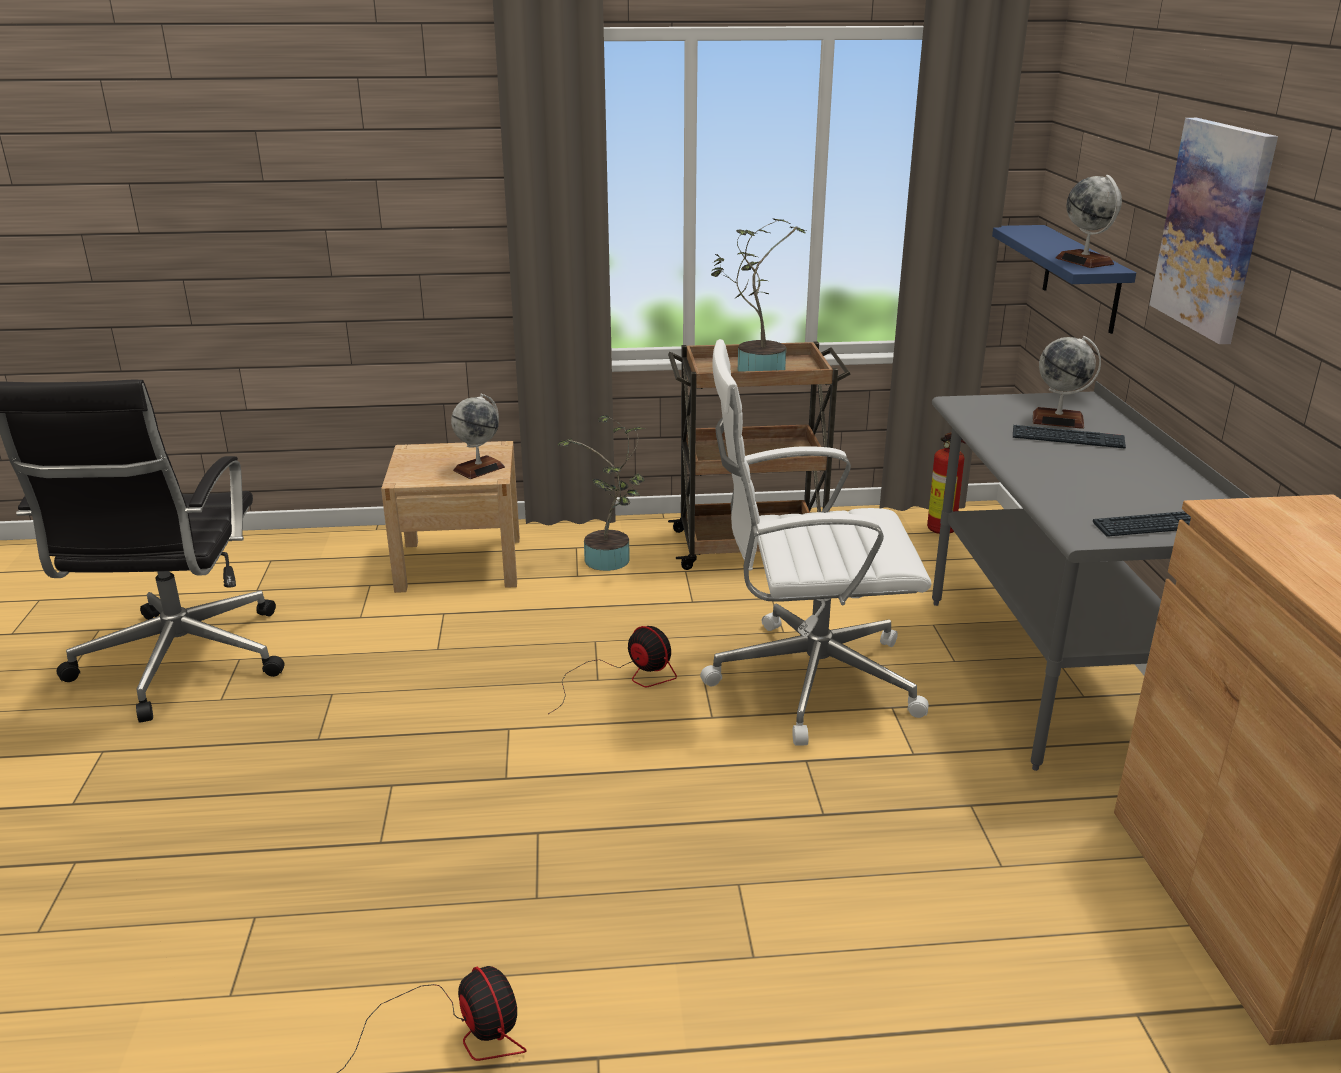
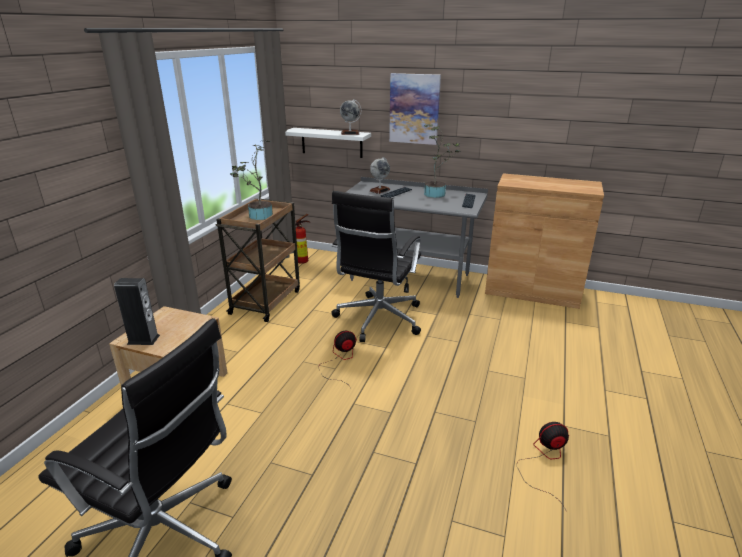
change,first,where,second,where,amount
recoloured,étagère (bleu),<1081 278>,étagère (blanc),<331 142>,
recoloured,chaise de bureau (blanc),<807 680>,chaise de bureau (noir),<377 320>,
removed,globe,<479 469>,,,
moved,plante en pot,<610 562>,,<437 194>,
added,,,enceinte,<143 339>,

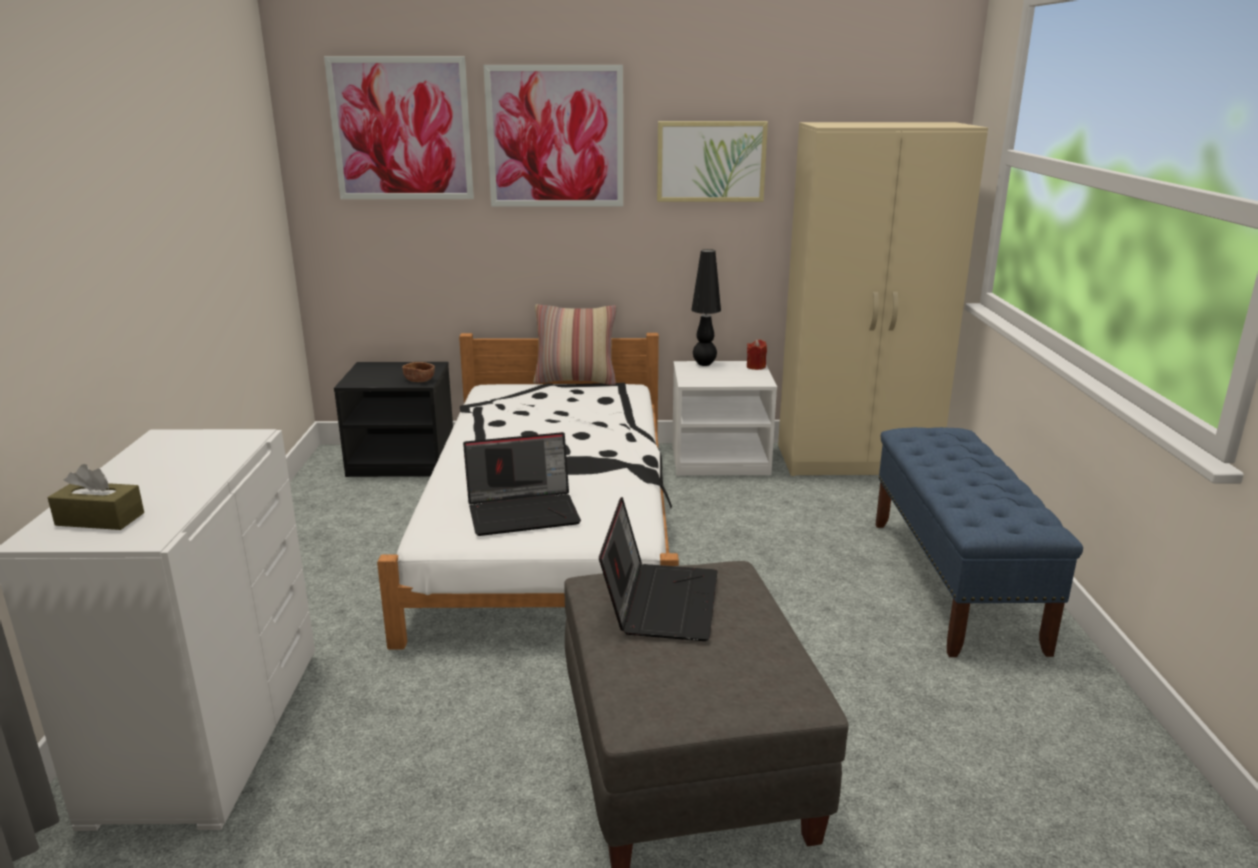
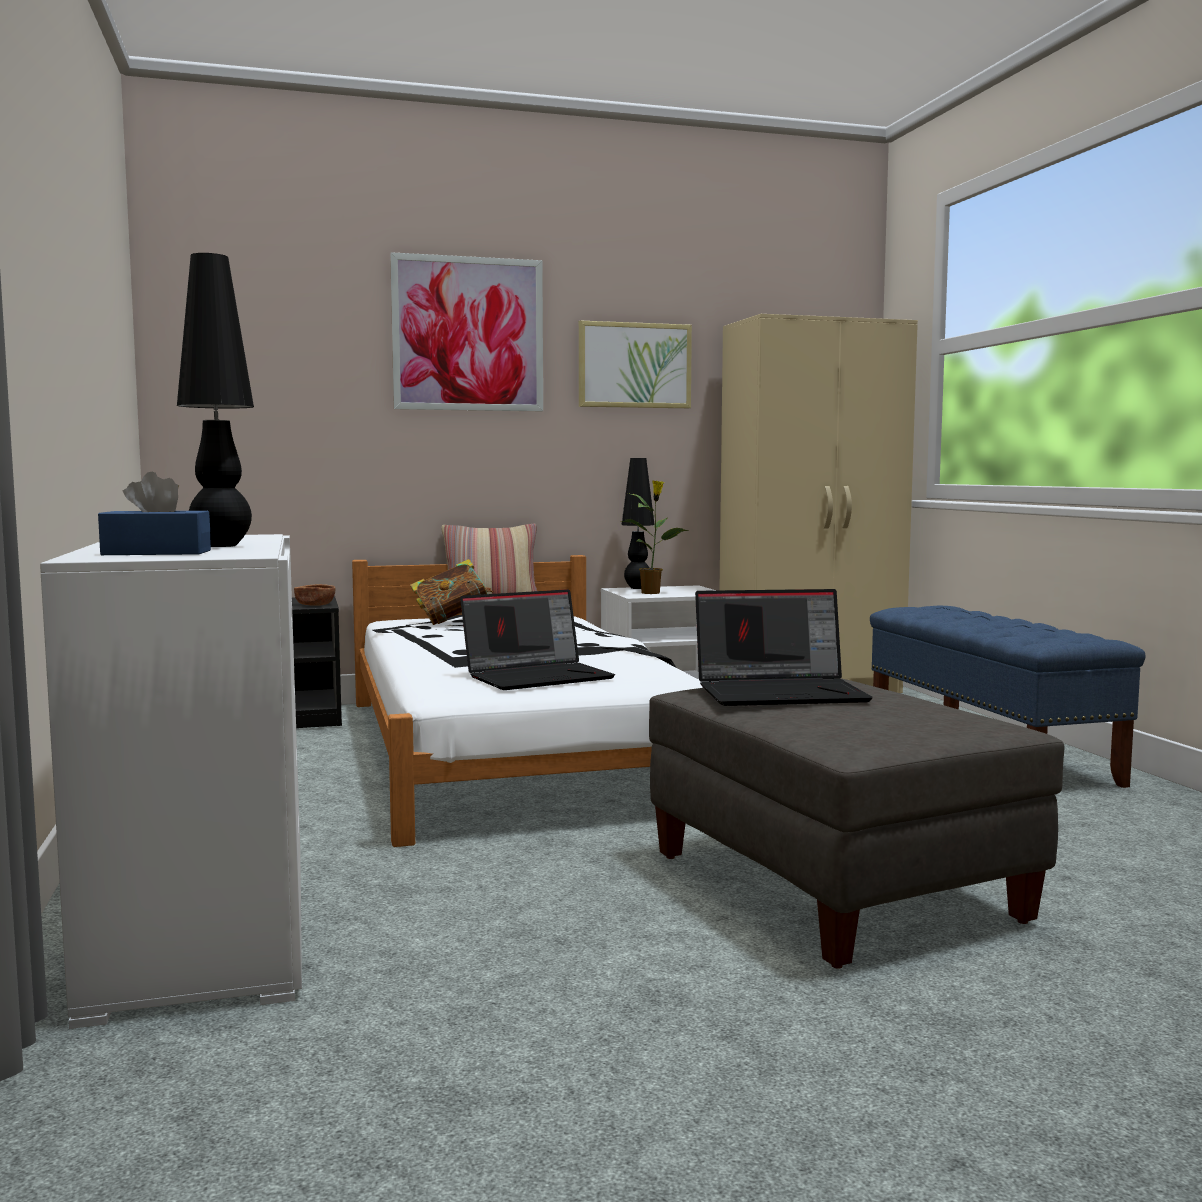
change,first,where,second,where,amount
removed,tableau,<401 129>,,,
removed,bougie (rouge),<756 367>,,,
recoloured,boîte à mouchoirs (marron),<100 519>,boîte à mouchoirs (bleu),<157 553>,
turned,ordinateur portable,<660 601>,,<781 692>,90 degrees clockwise
added,,,lampe de table (noir),<222 546>,
added,,,plante en pot,<652 593>,
added,,,livre,<452 621>,

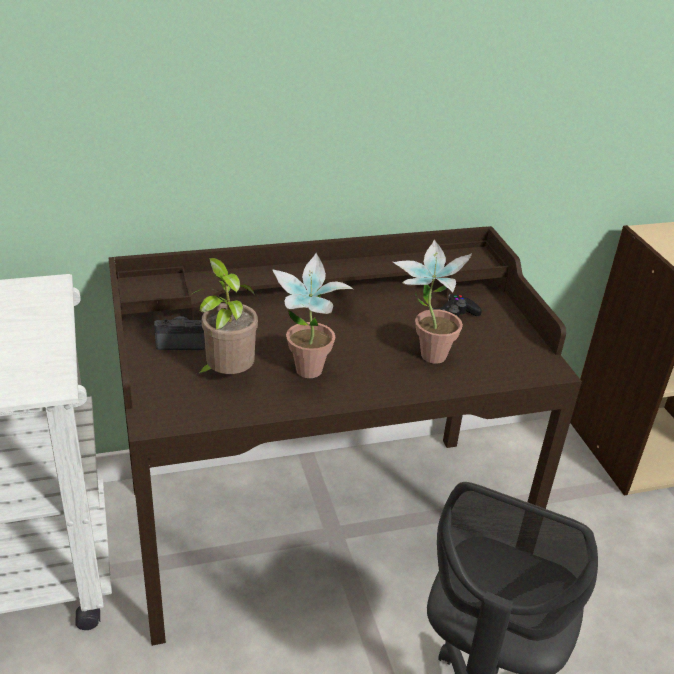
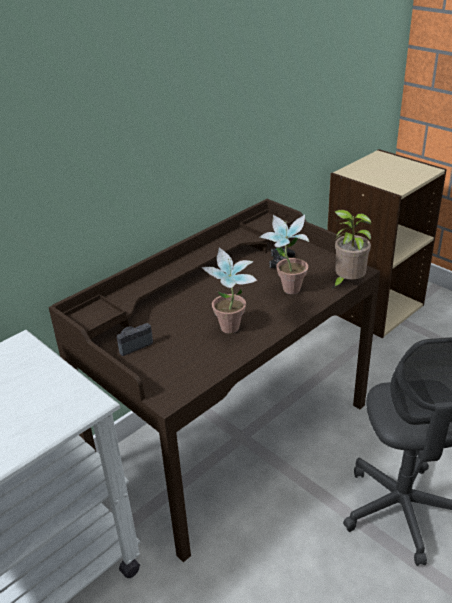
change,first,where,second,where,amount
moved,plante en pot,<226 376>,,<347 283>,

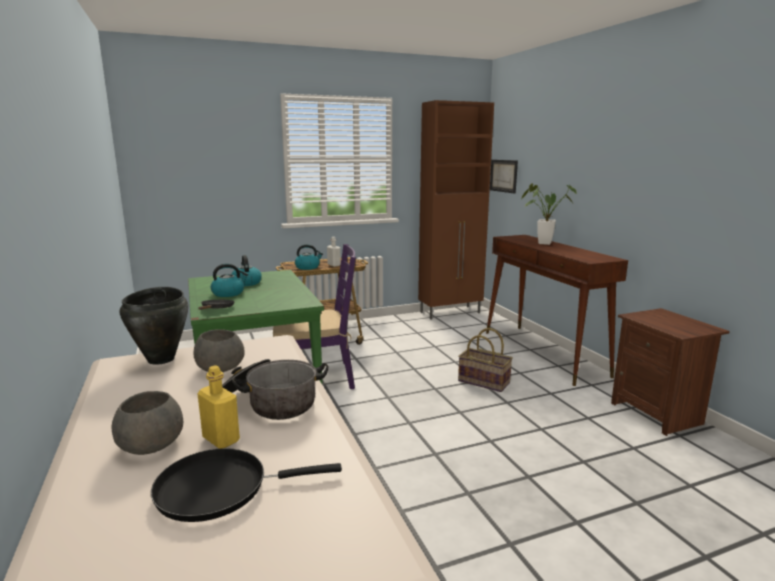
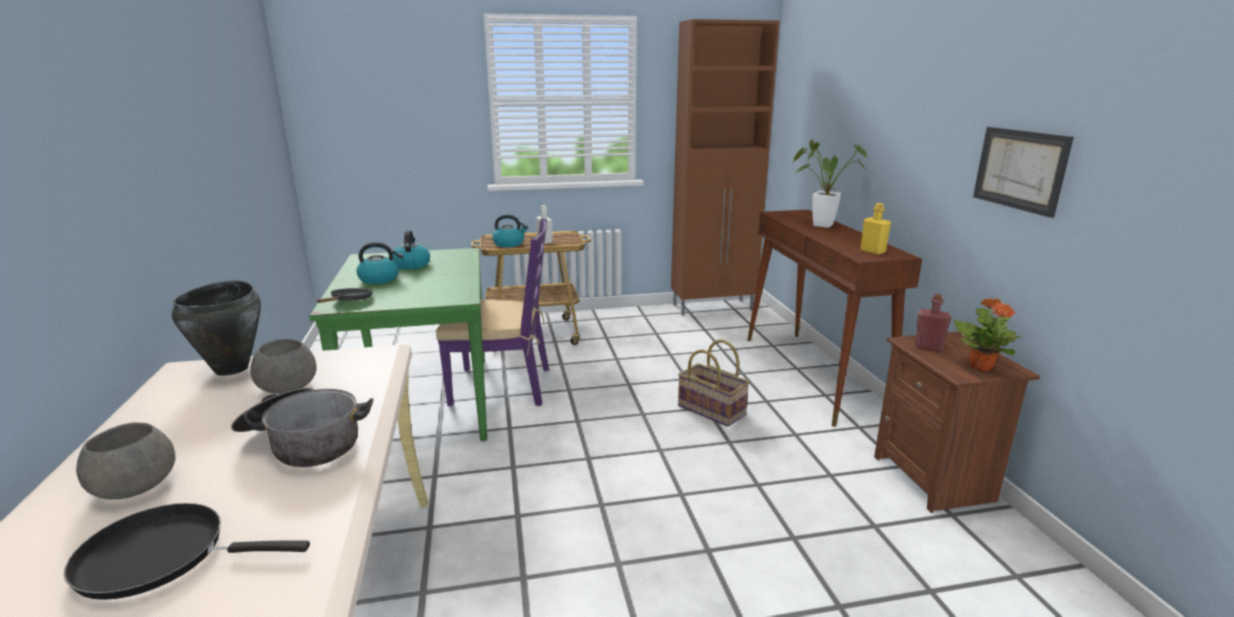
change,first,where,second,where,amount
moved,tableau,<503 176>,,<1020 169>,
moved,bouteille (jaune),<221 439>,,<872 251>,
added,,,bouteille (rouge),<928 347>,
added,,,plante en pot,<981 366>,

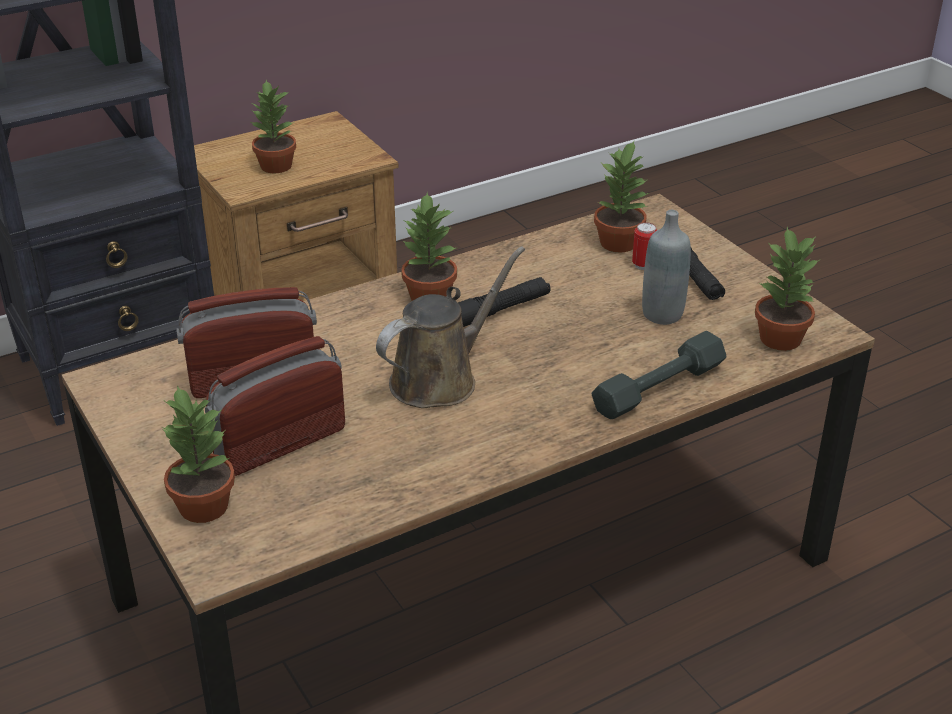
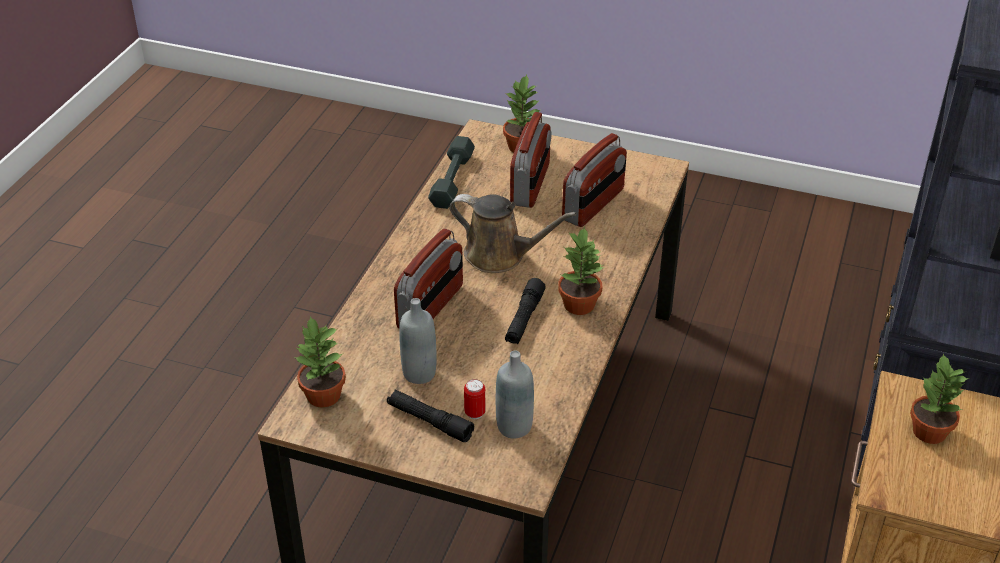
change,first,where,second,where,amount
replaced,plante en pot,<619 243>,bouteille (gris),<514 427>,
turned,arrosoir (marron),<440 379>,,<500 256>,75 degrees counterclockwise
moved,haltère (gris),<659 388>,,<452 180>,
added,,,radio,<431 307>,

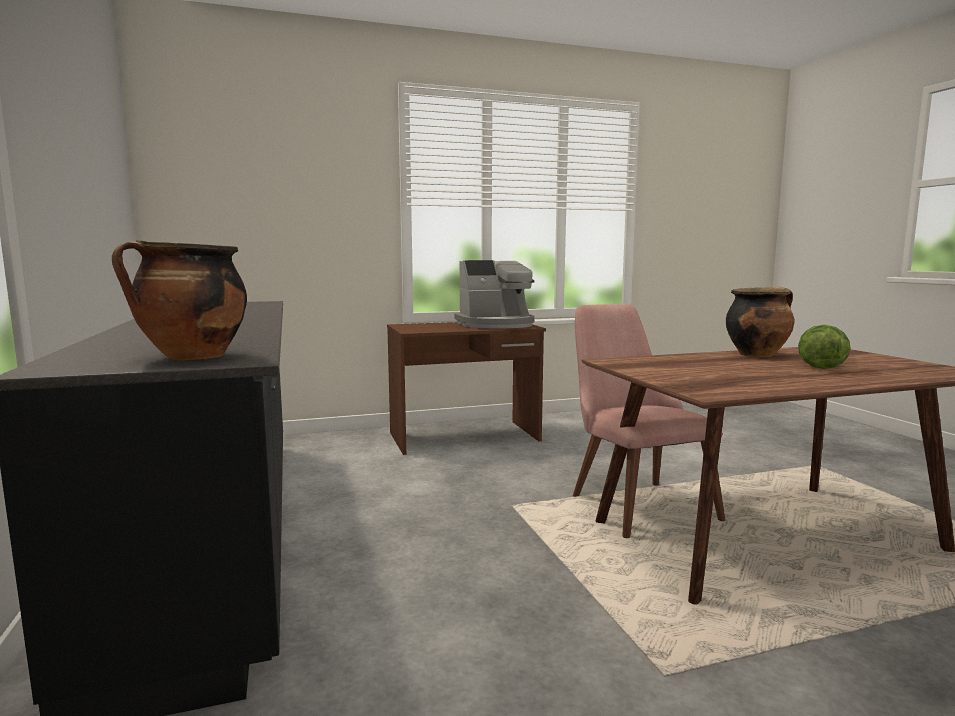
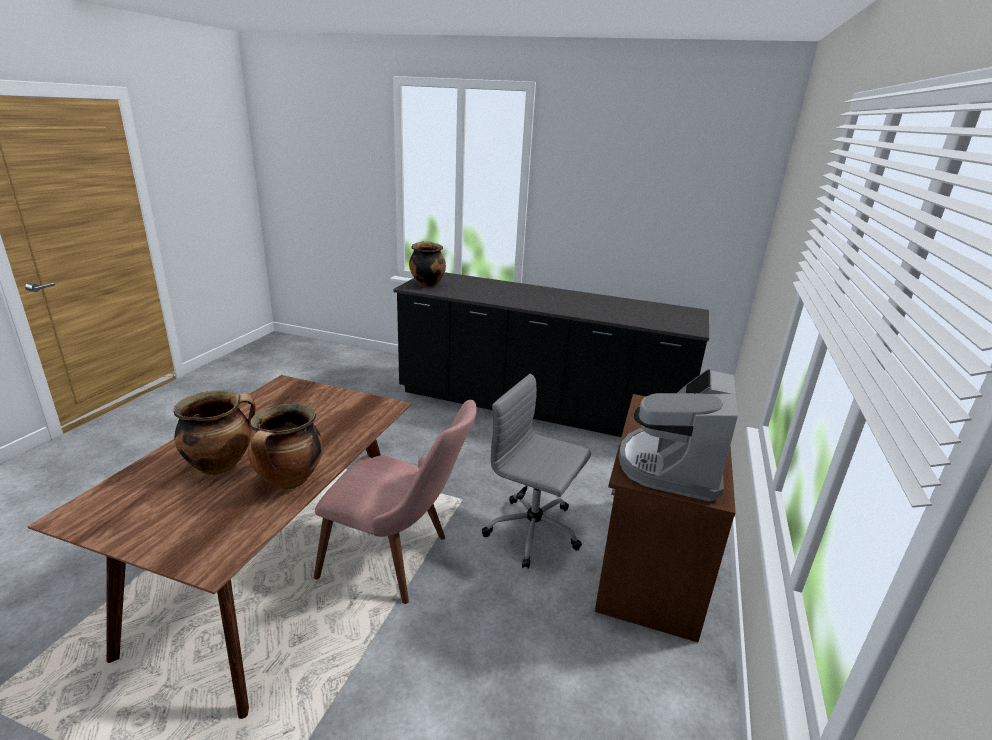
change,first,where,second,where,amount
replaced,laitue,<820 367>,marmite,<221 464>,
added,,,chaise de bureau (gris),<534 532>,

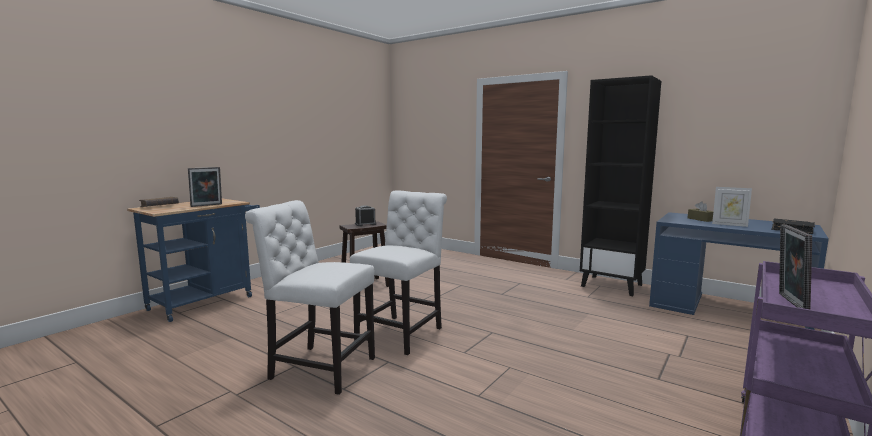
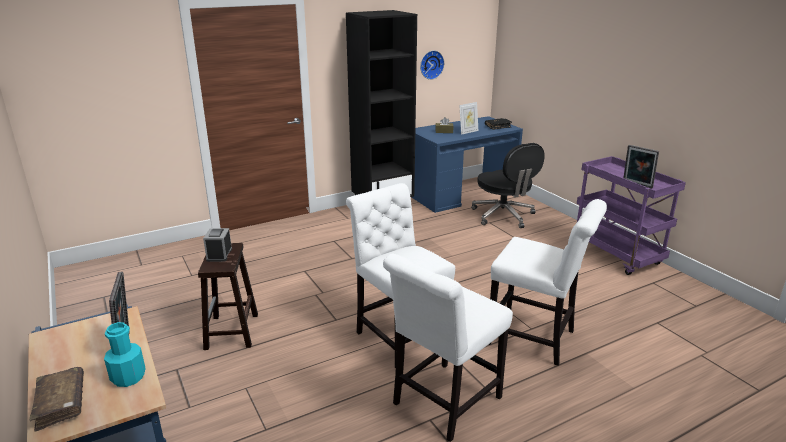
change,first,where,second,where,amount
added,,,horloge murale,<431 64>,
added,,,chaise de bureau (noir),<504 216>,
added,,,chaise (blanc),<535 339>,
added,,,bouteille (turquoise),<128 377>,

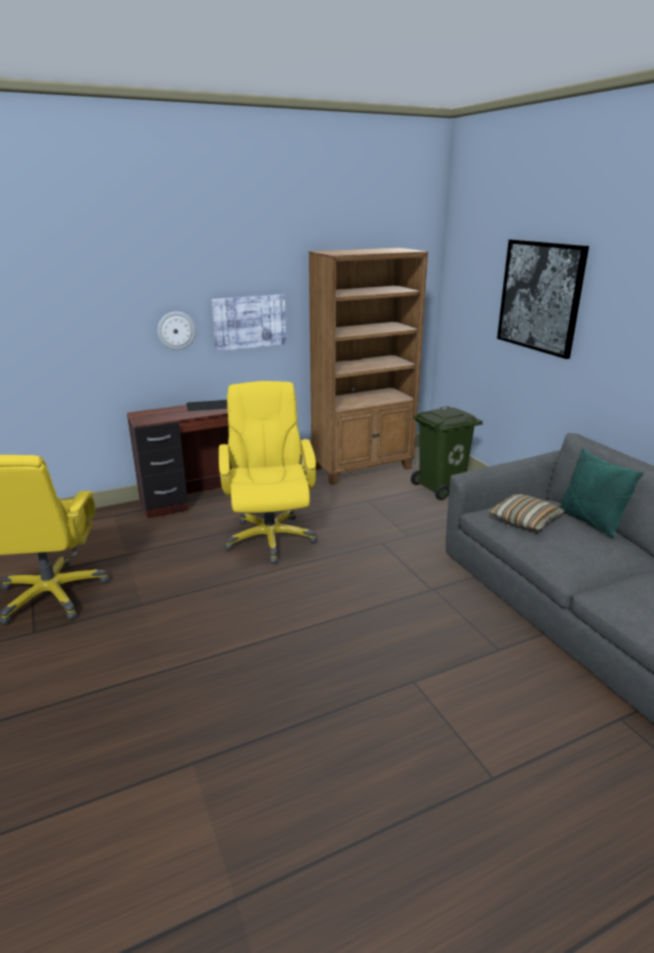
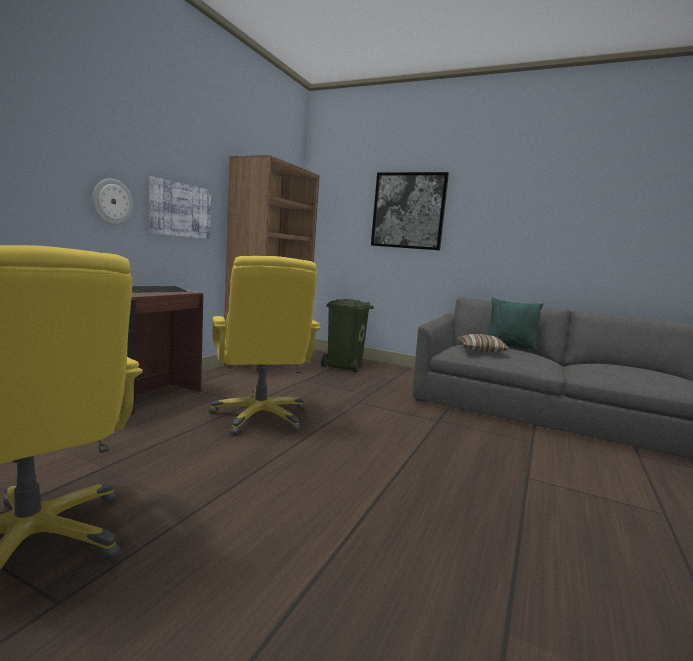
change,first,where,second,where,amount
turned,chaise de bureau (jaune),<270 537>,,<260 417>,150 degrees counterclockwise

